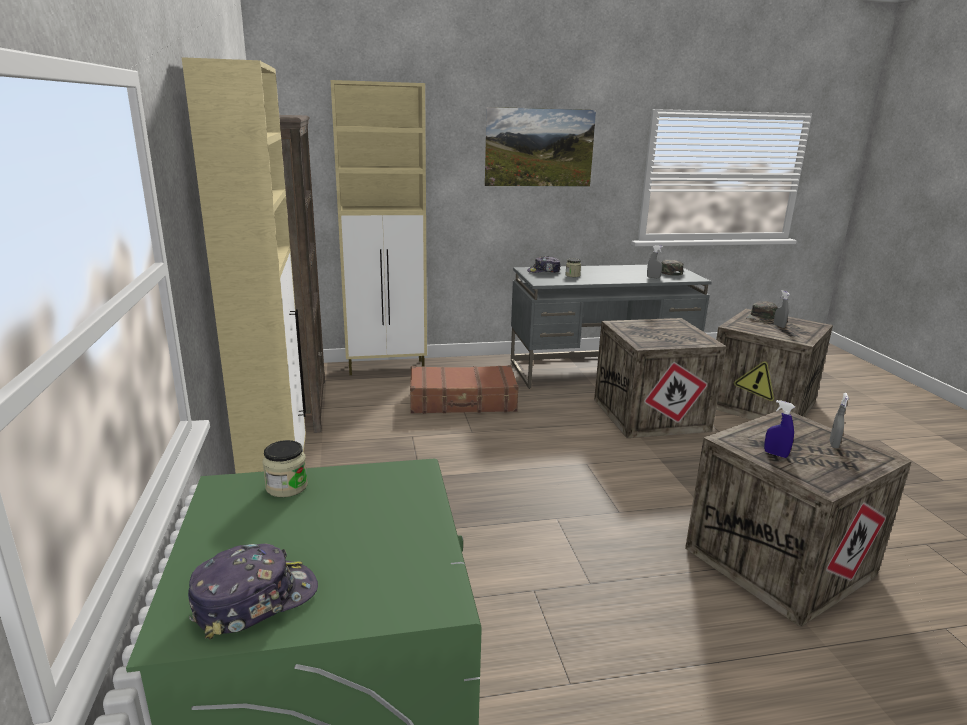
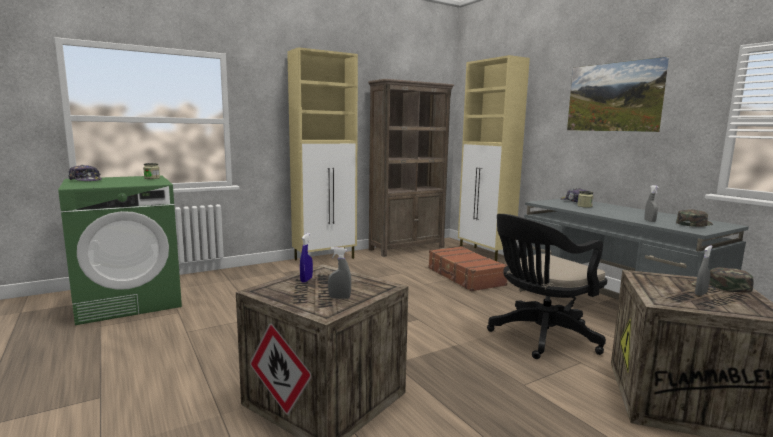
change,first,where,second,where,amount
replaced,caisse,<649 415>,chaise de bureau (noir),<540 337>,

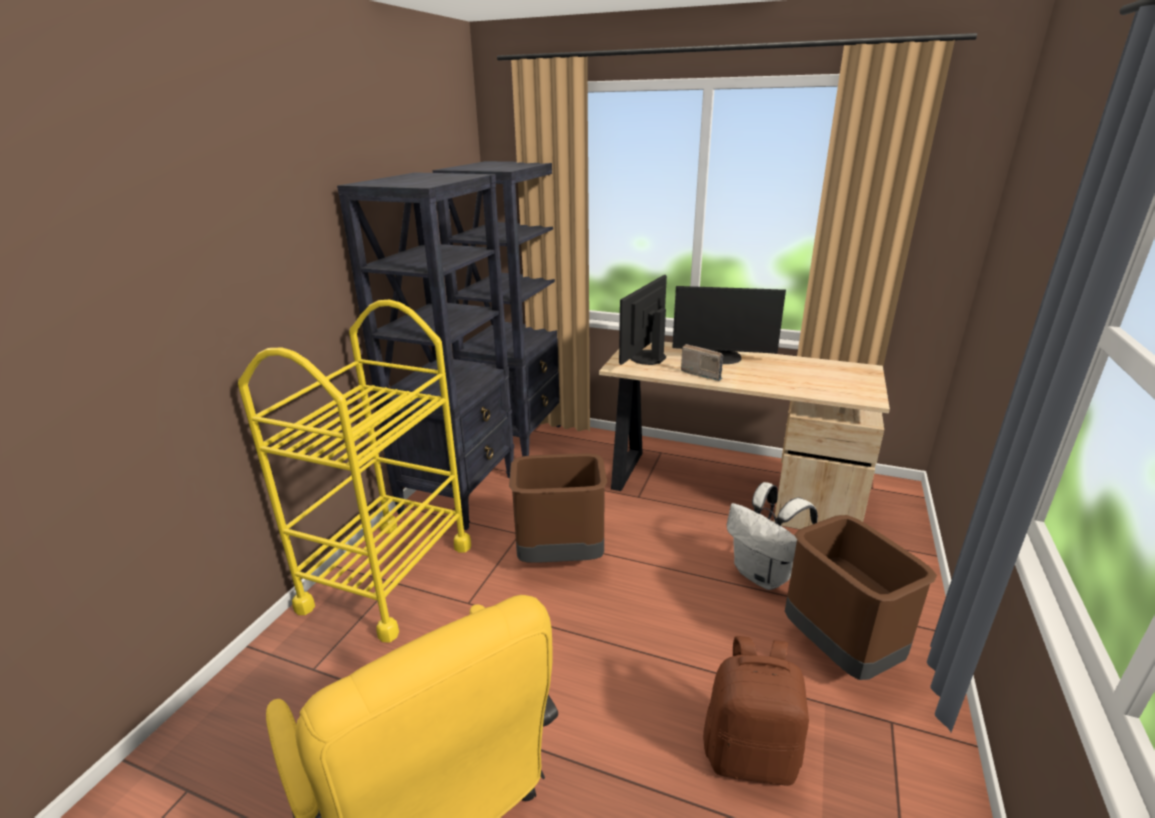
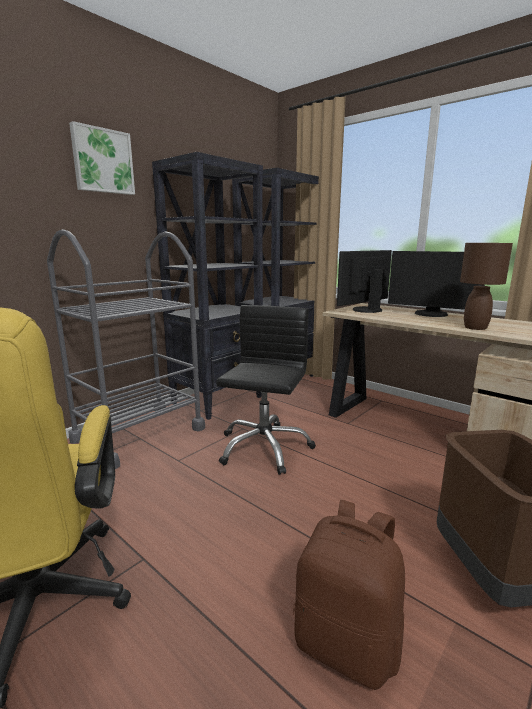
change,first,where,second,where,amount
recoloured,chariot (jaune),<388 576>,chariot (gris),<139 434>,
removed,radio,<702 373>,,,
replaced,poubelle (marron),<561 557>,chaise de bureau (noir),<264 447>,
removed,sac à dos (blanc),<764 575>,,,
added,,,tableau,<102 161>,
added,,,lampe de table (marron),<475 328>,

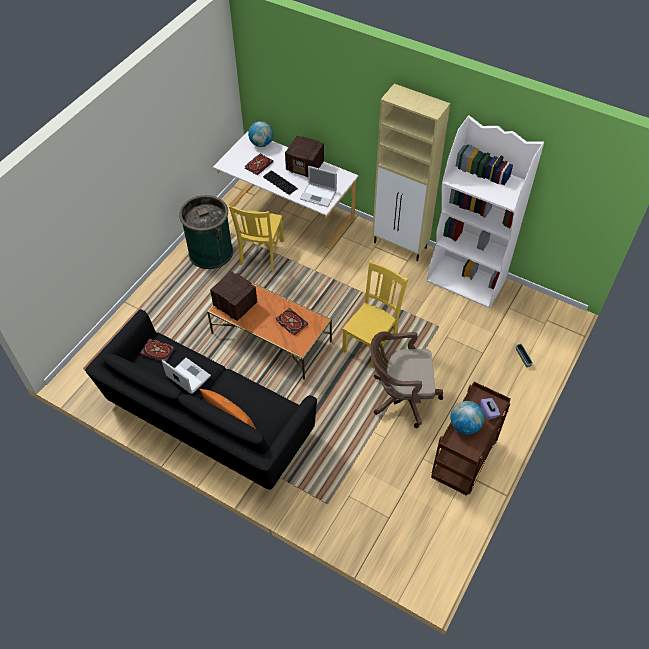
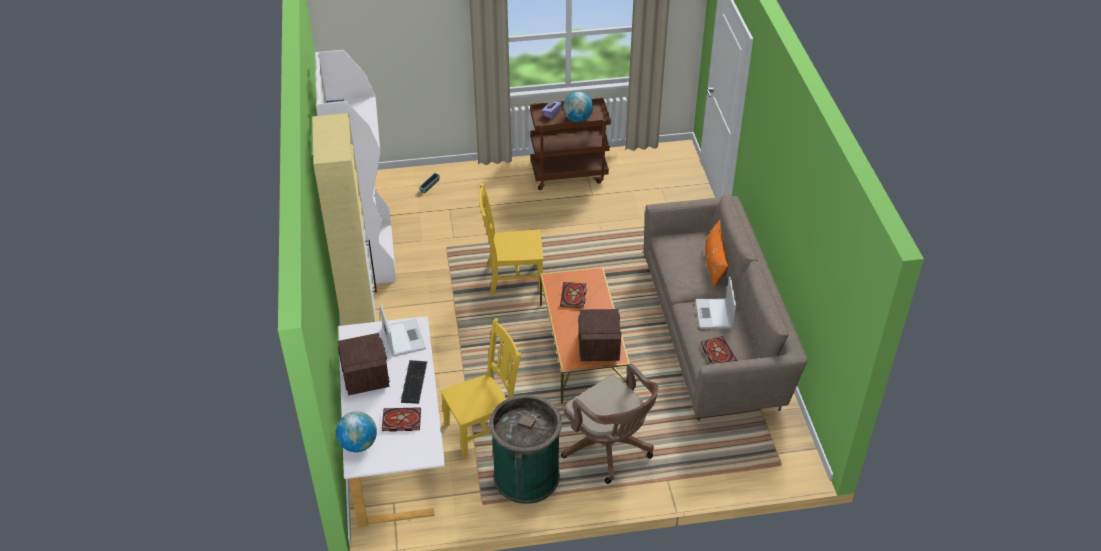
change,first,where,second,where,amount
recoloured,canapé (noir),<207 420>,canapé (beige),<714 333>,
moved,chaise de bureau (marron),<400 397>,,<610 449>,

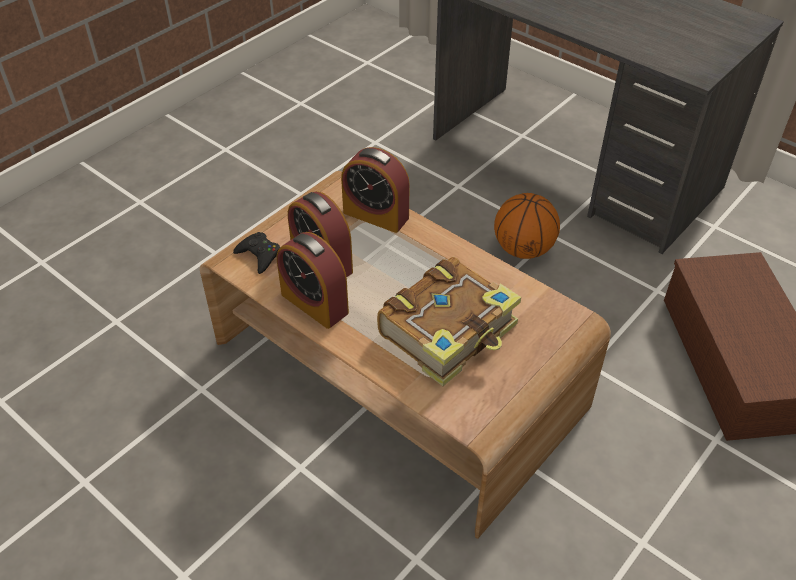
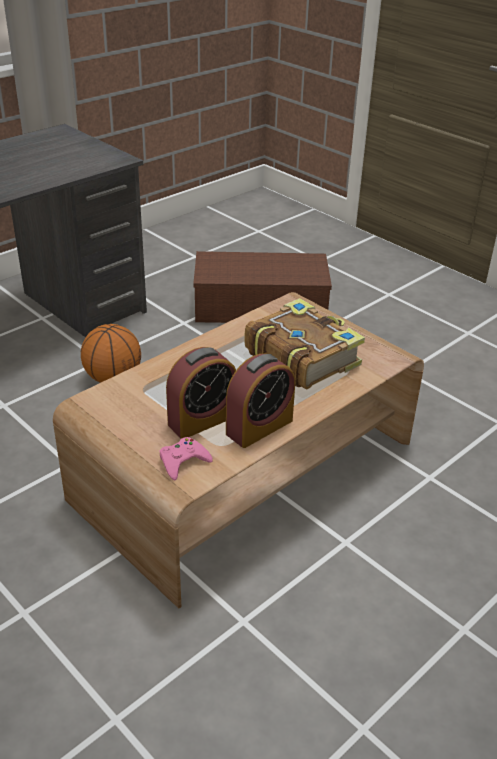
change,first,where,second,where,amount
removed,réveil,<376 215>,,,
recoloured,manette (noir),<259 255>,manette (rose),<183 462>,

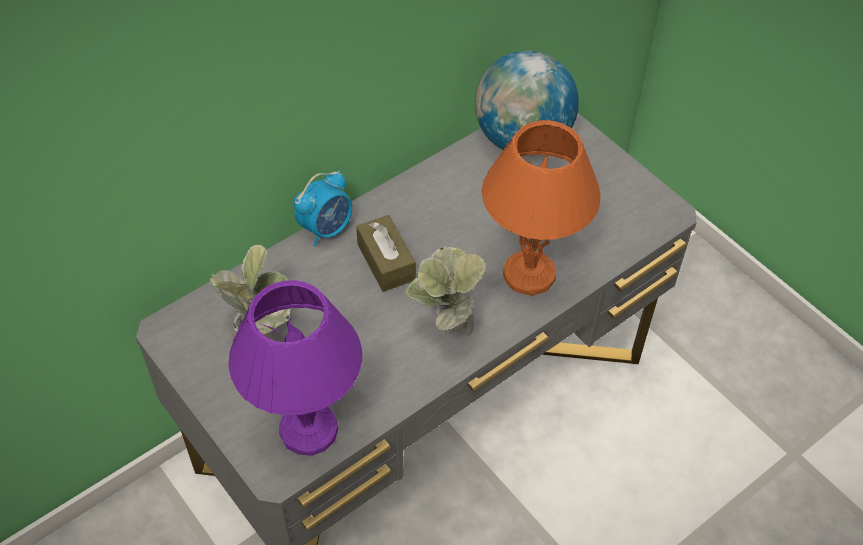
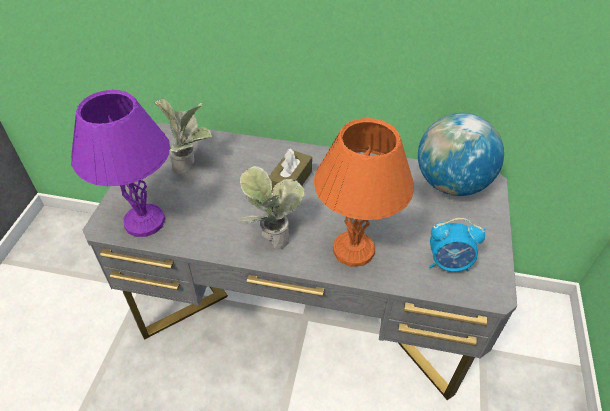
change,first,where,second,where,amount
moved,réveil,<326 229>,,<449 263>,

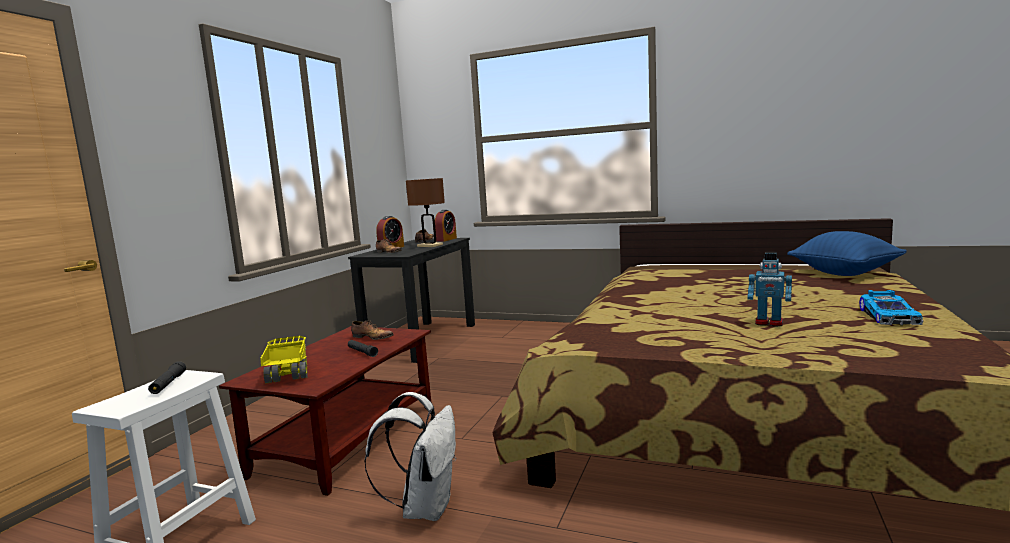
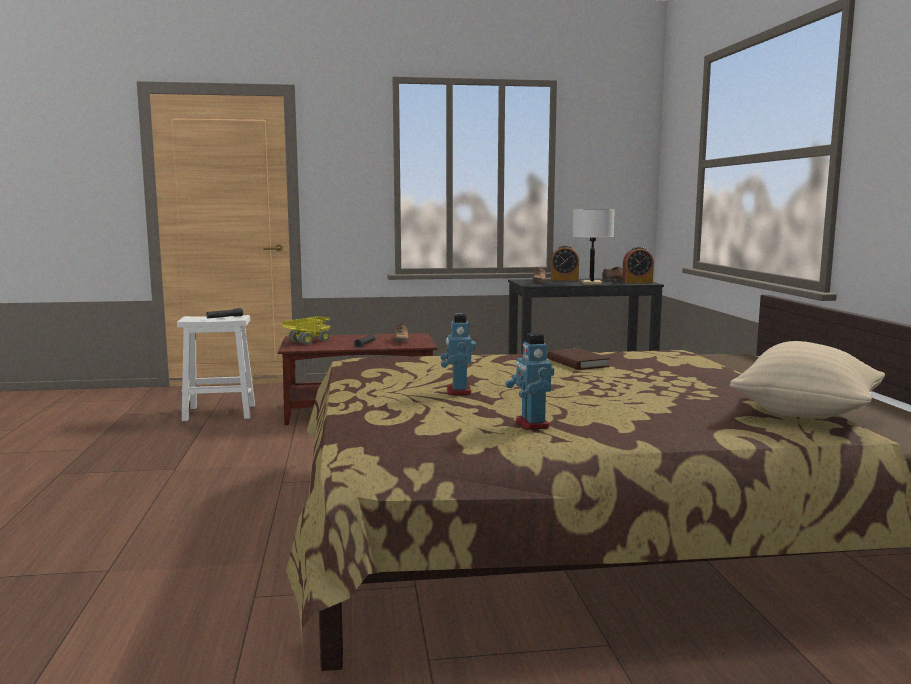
change,first,where,second,where,amount
recoloured,lampe de table (marron),<430 245>,lampe de table (blanc),<591 283>,
recoloured,coussin (bleu),<844 273>,coussin (beige),<806 414>,
replaced,petite voiture,<890 316>,robot jouet,<531 425>,
removed,sac à dos (blanc),<425 507>,,,
added,,,livre (marron),<577 363>,

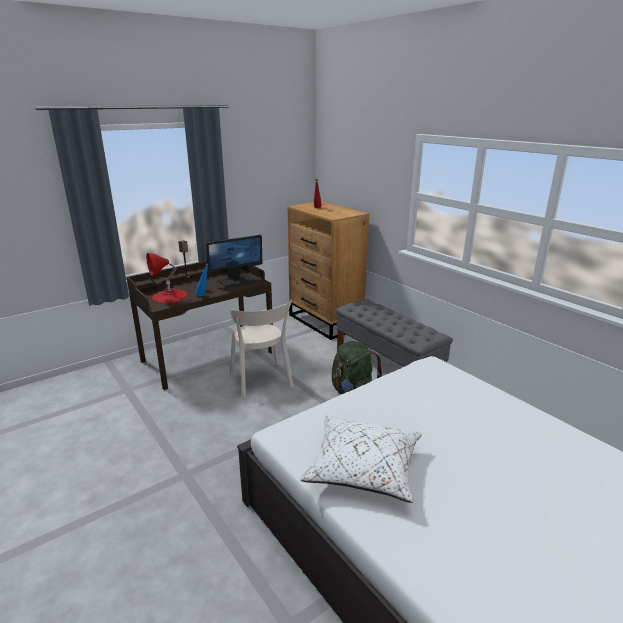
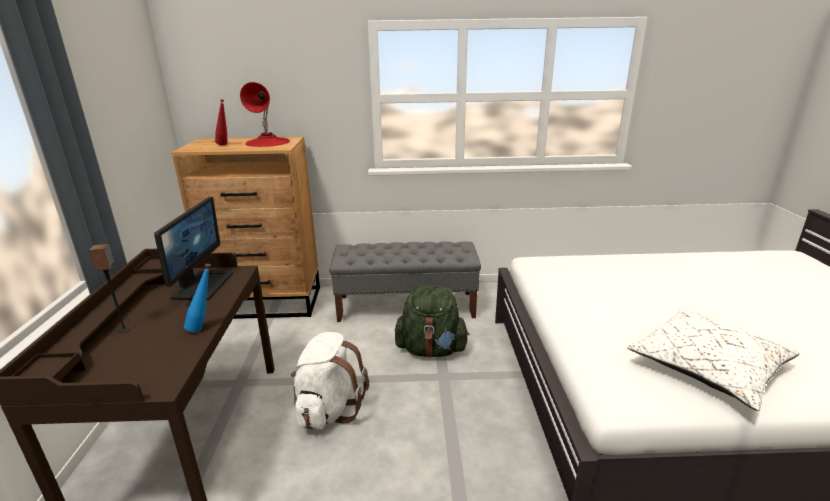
change,first,where,second,where,amount
moved,lampe de table (rouge),<169 296>,,<268 142>,
replaced,chaise (beige),<261 382>,sac à dos (blanc),<328 409>,

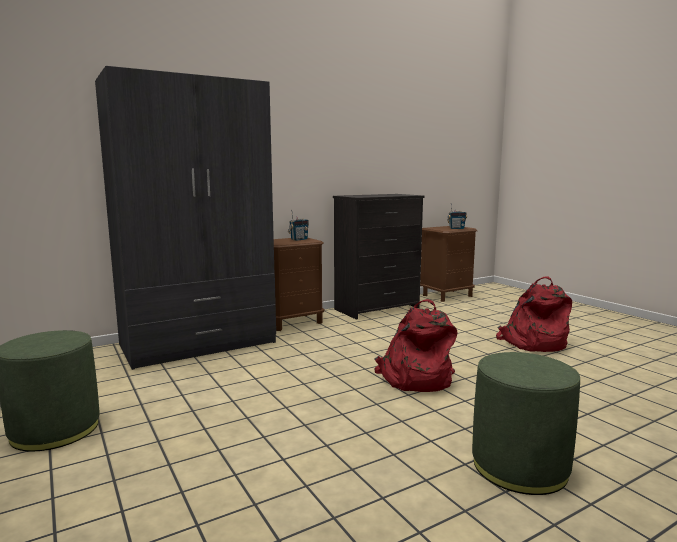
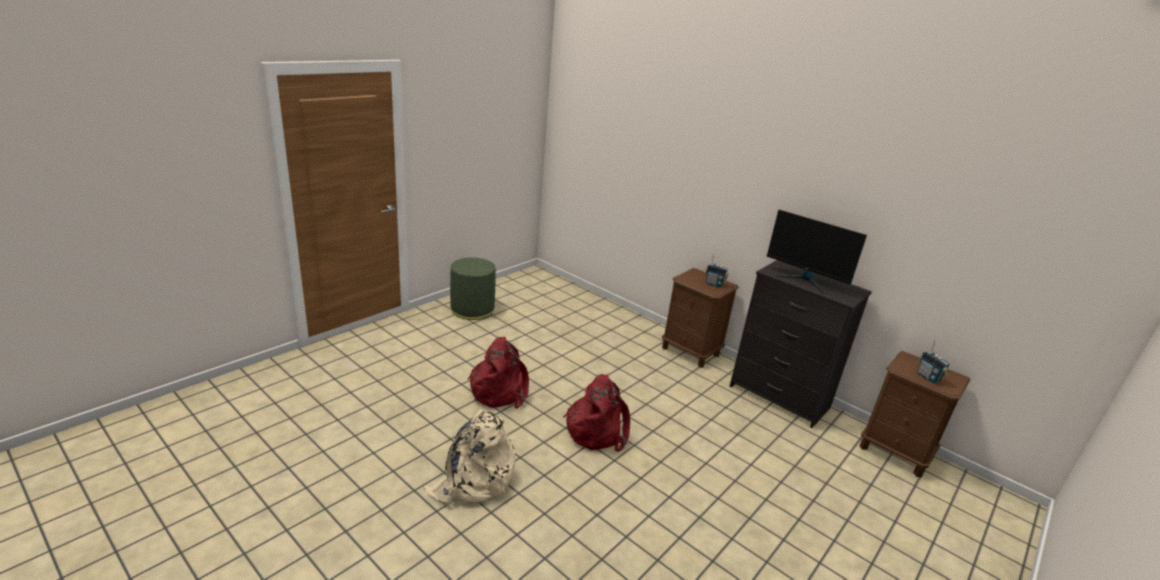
change,first,where,second,where,amount
removed,armoire (gris),<199 343>,,,
moved,sac à dos (rouge),<532 343>,,<500 390>,
replaced,pouf (vert),<519 466>,sac à dos (beige),<474 481>,
added,,,écran d'ordinateur,<805 280>,

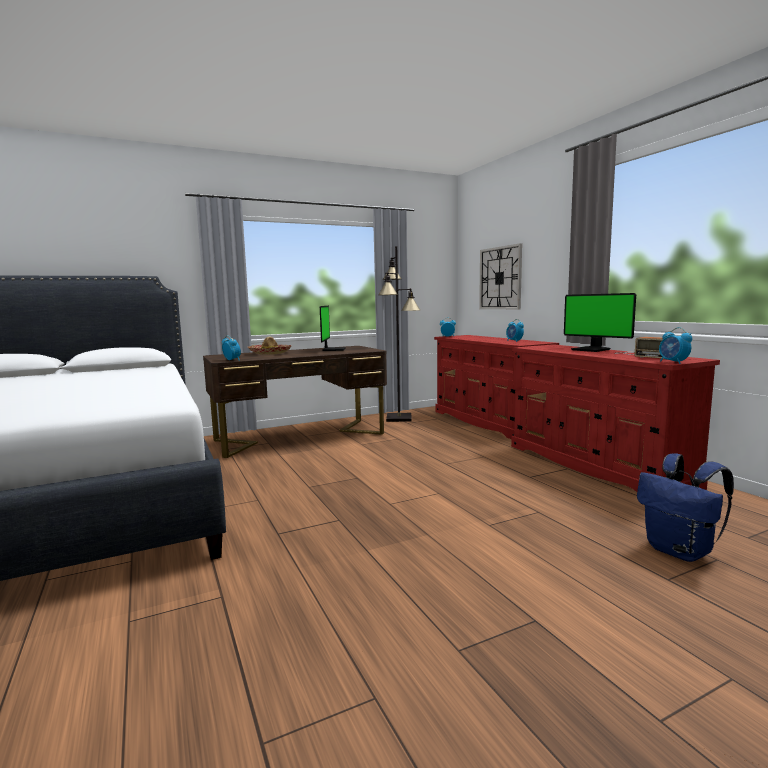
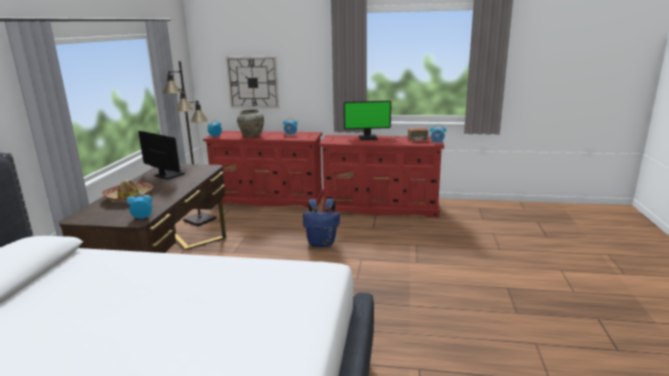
change,first,where,second,where,amount
moved,sac à dos (bleu),<680 551>,,<322 243>,
added,,,vase (beige),<251 136>,

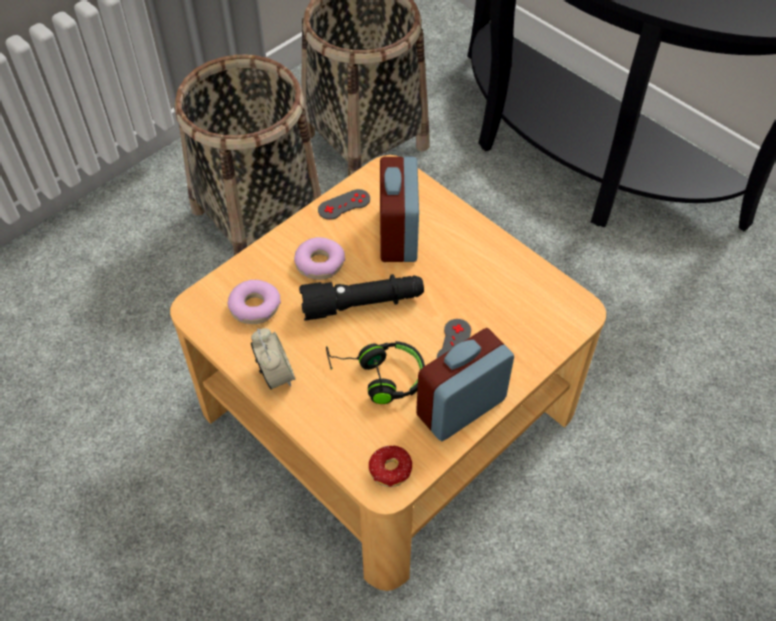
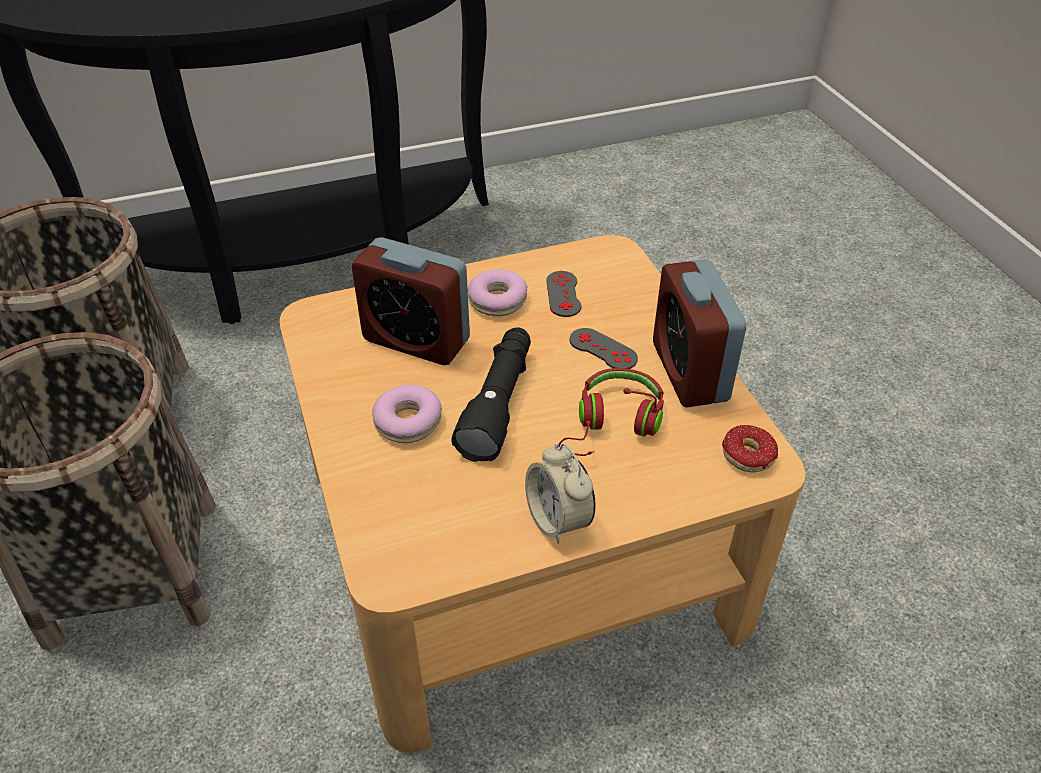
change,first,where,second,where,amount
moved,manette (gris),<344 205>,,<563 294>,
moved,beignet,<255 307>,,<497 300>,
turned,réveil,<275 375>,,<558 520>,120 degrees counterclockwise
recoloured,casque audio (noir),<378 376>,casque audio (rouge),<613 424>,

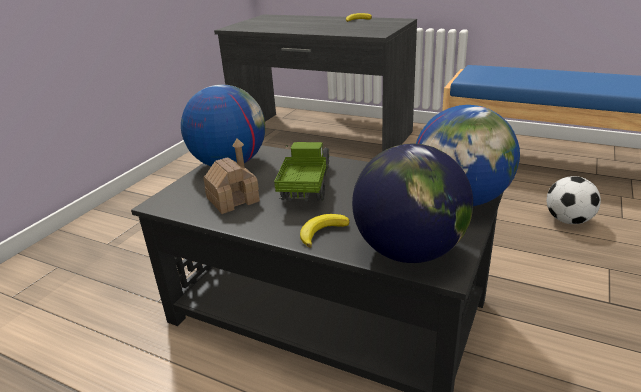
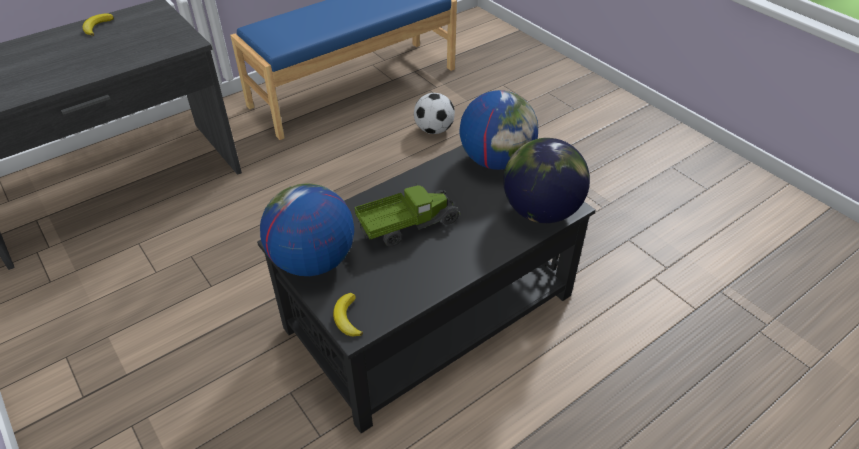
change,first,where,second,where,amount
removed,maison miniature,<233 199>,,,
turned,camion jouet,<306 186>,,<407 226>,120 degrees clockwise
moved,banane,<322 232>,,<347 318>,

